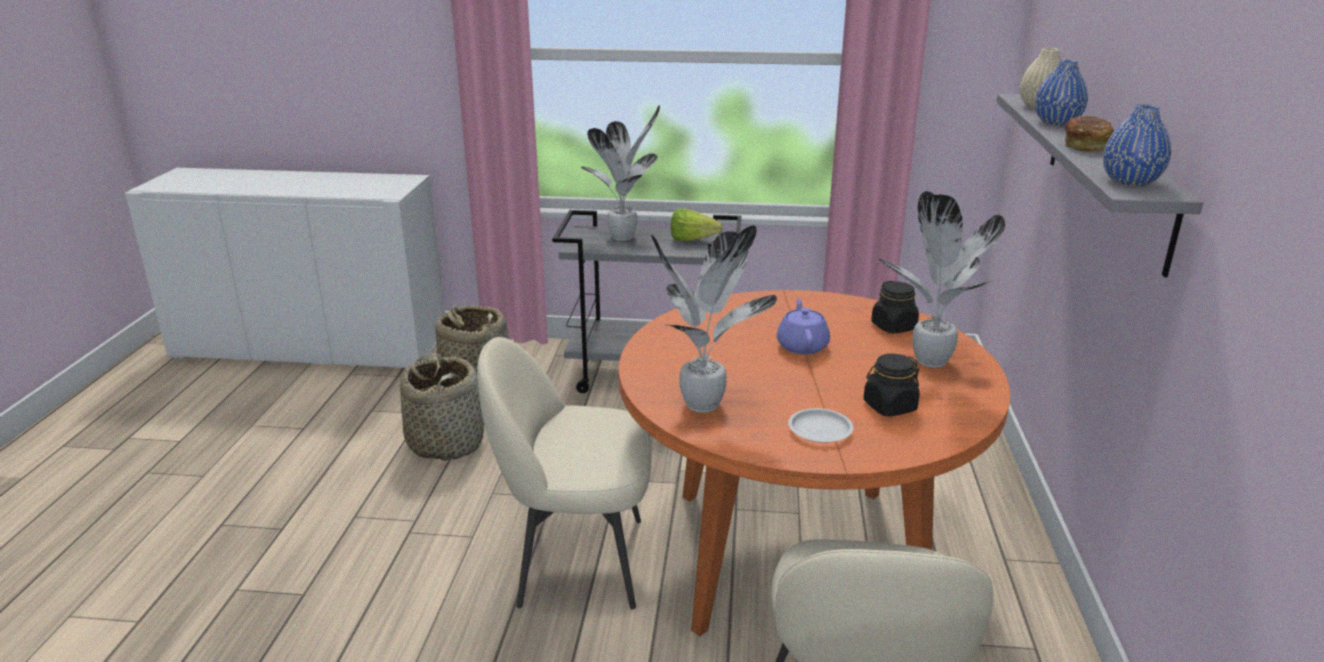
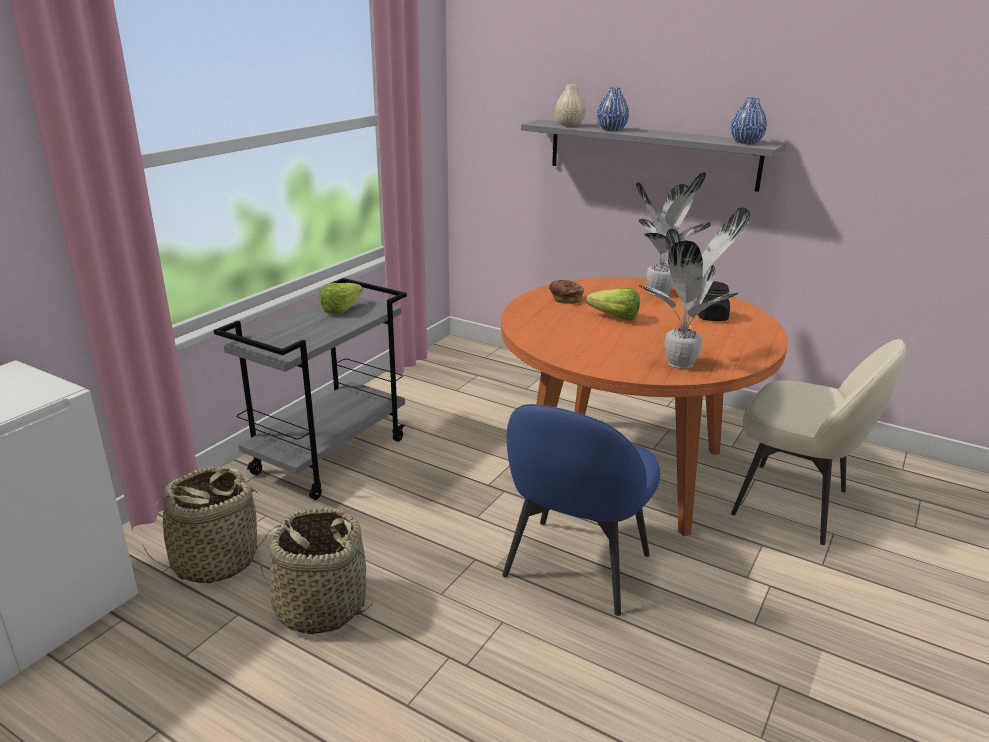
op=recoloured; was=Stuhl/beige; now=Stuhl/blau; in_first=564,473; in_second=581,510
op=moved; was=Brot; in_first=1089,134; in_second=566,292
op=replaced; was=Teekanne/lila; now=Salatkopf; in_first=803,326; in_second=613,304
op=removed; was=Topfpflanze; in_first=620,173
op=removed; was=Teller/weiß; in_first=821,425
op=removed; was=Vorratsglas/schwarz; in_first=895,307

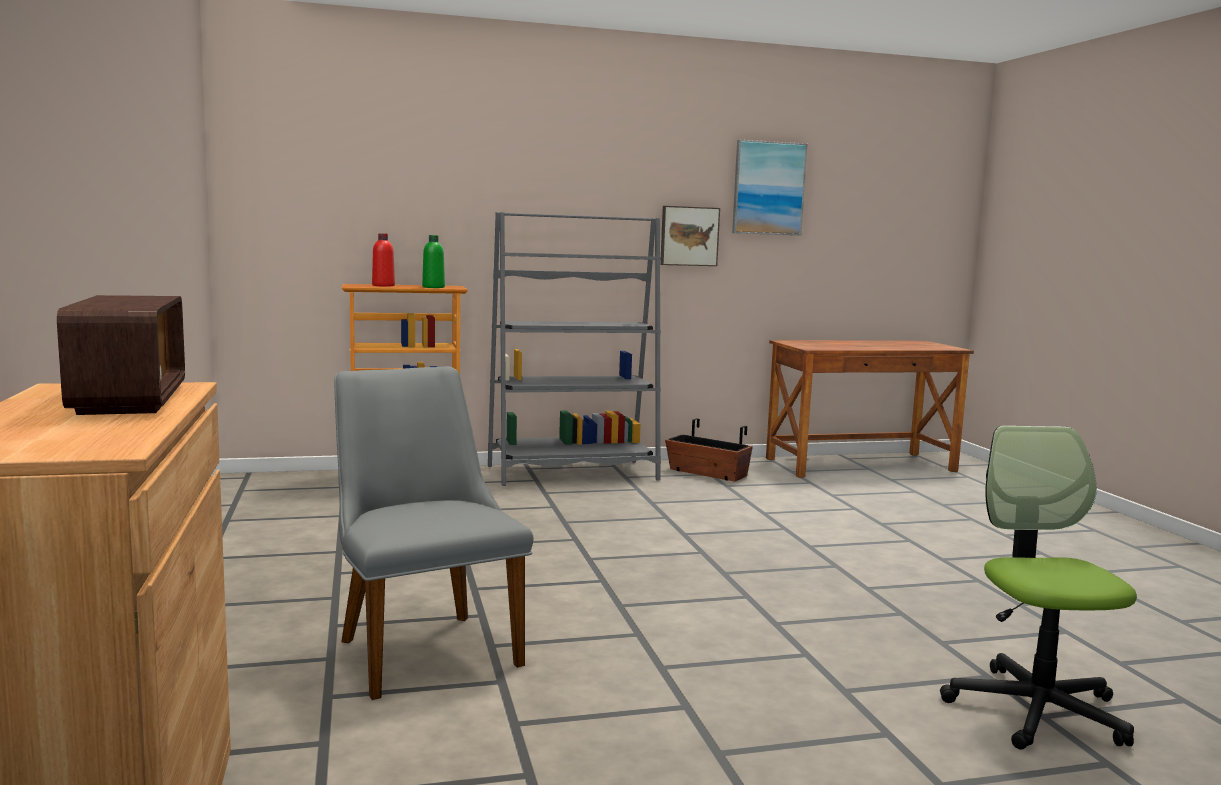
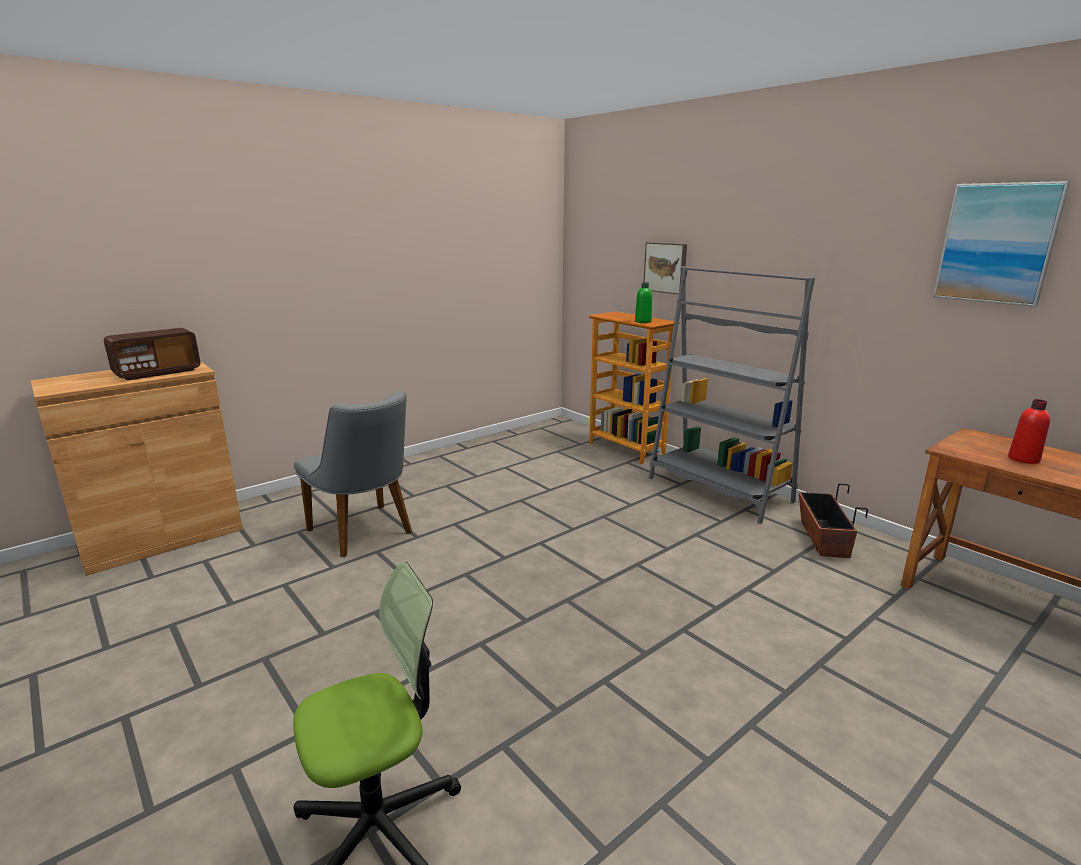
op=turned; was=Stuhl/grau; in_first=433,533; in_second=353,474; clockwise=105
op=moved; was=Bild; in_first=690,236; in_second=665,268
op=moved; was=Flasche/rot; in_first=383,260; in_second=1029,431

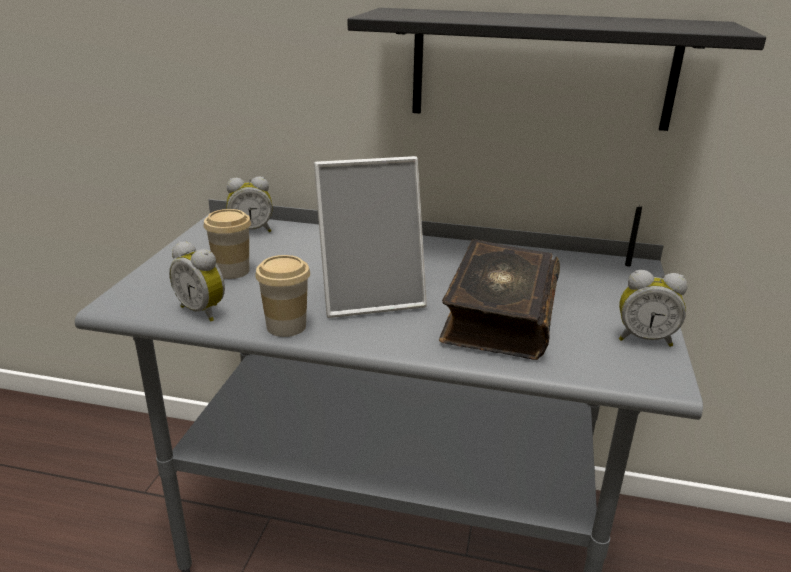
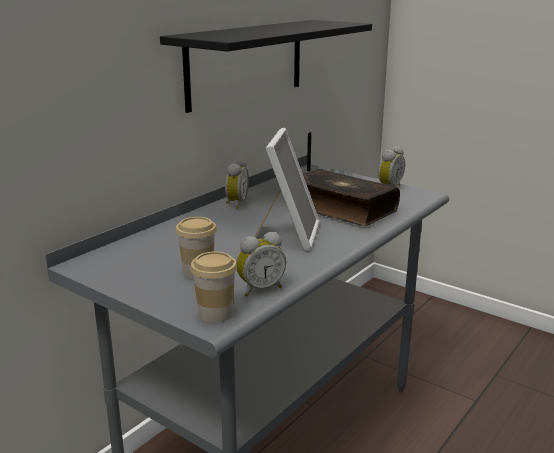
op=moved; was=Tasse; in_first=282,296; in_second=213,287
op=moved; was=Wecker; in_first=250,204; in_second=237,183

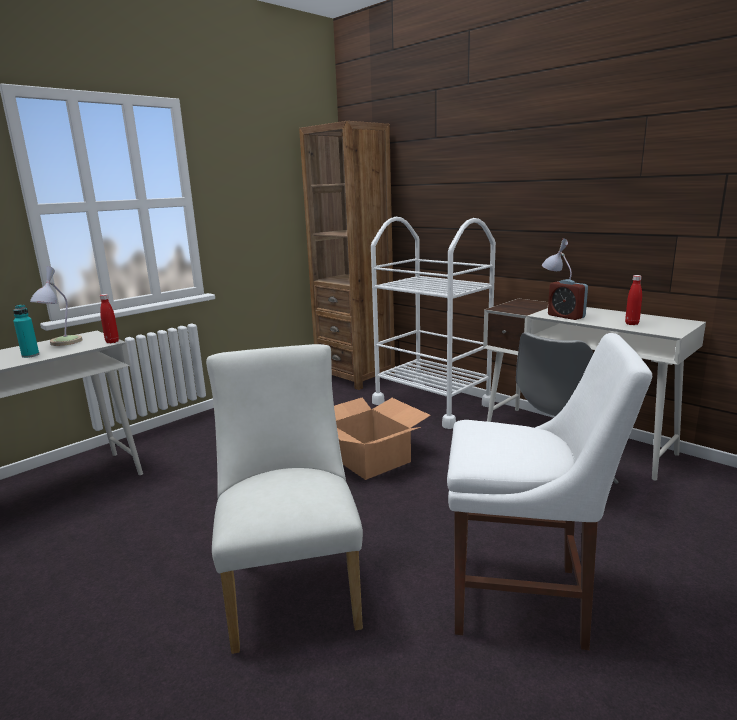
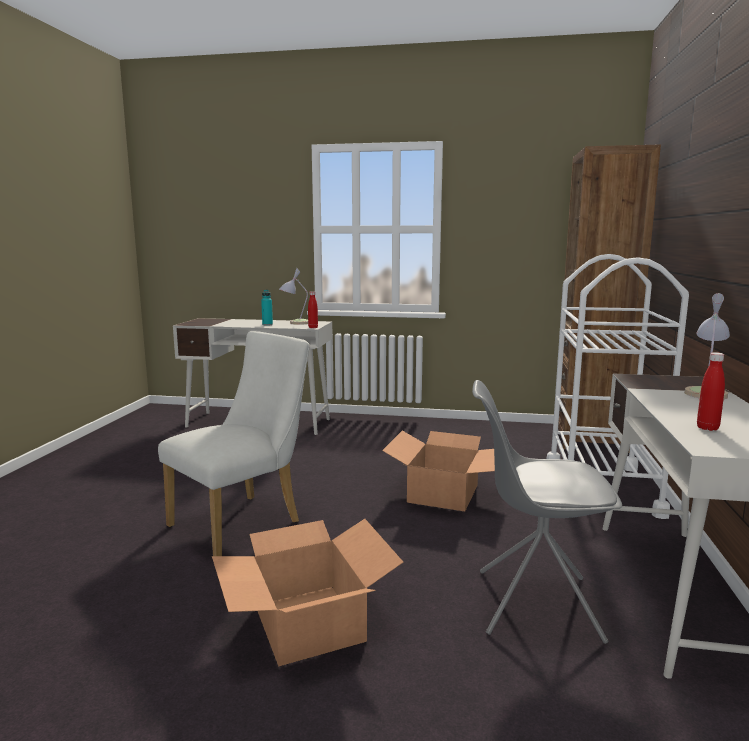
op=replaced; was=Stuhl/weiß; now=Karton; in_first=549,491; in_second=307,593
op=removed; was=Wecker; in_first=568,299

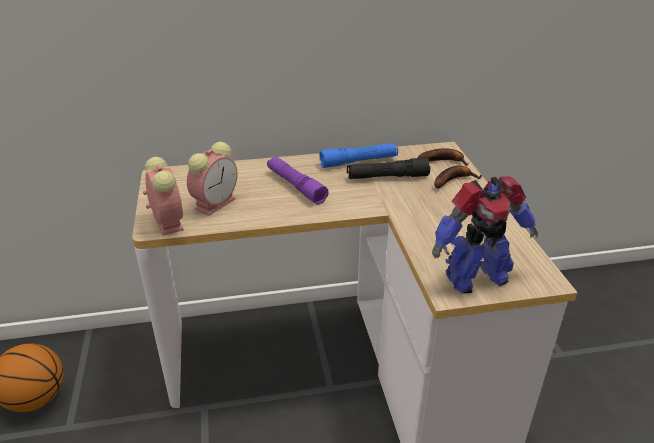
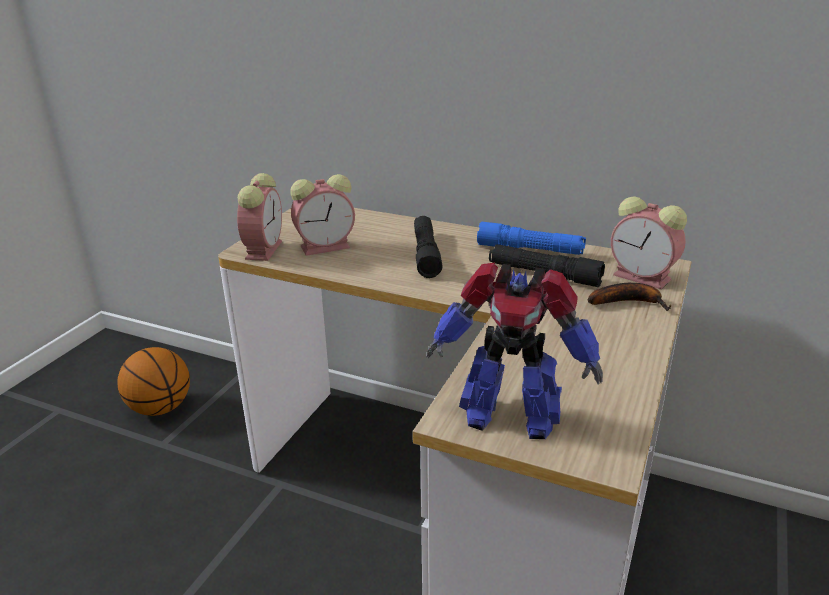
op=recoloured; was=Taschenlampe/lila; now=Taschenlampe/schwarz; in_first=298,180; in_second=428,247
op=replaced; was=Banane; now=Wecker; in_first=443,157; in_second=649,242

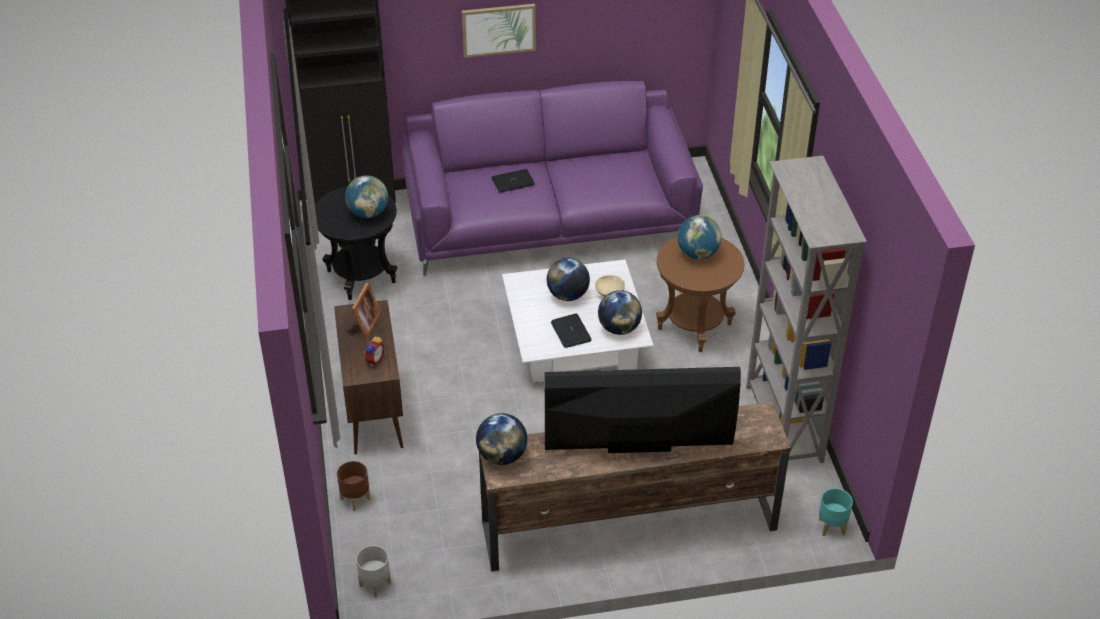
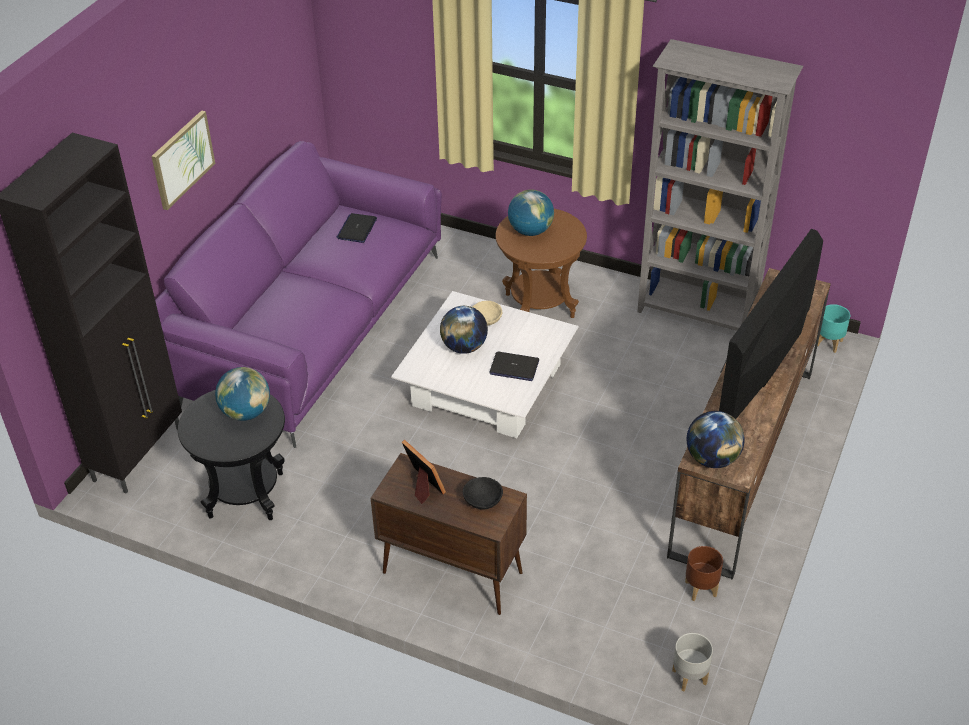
op=moved; was=Laptop; in_first=513,181; in_second=356,228
op=replaced; was=Wecker; now=Schüssel/schwarz; in_first=374,351; in_second=483,493
op=moved; was=Pflanzkübel/braun; in_first=354,486; in_second=704,573
op=removed; was=Globus; in_first=620,312

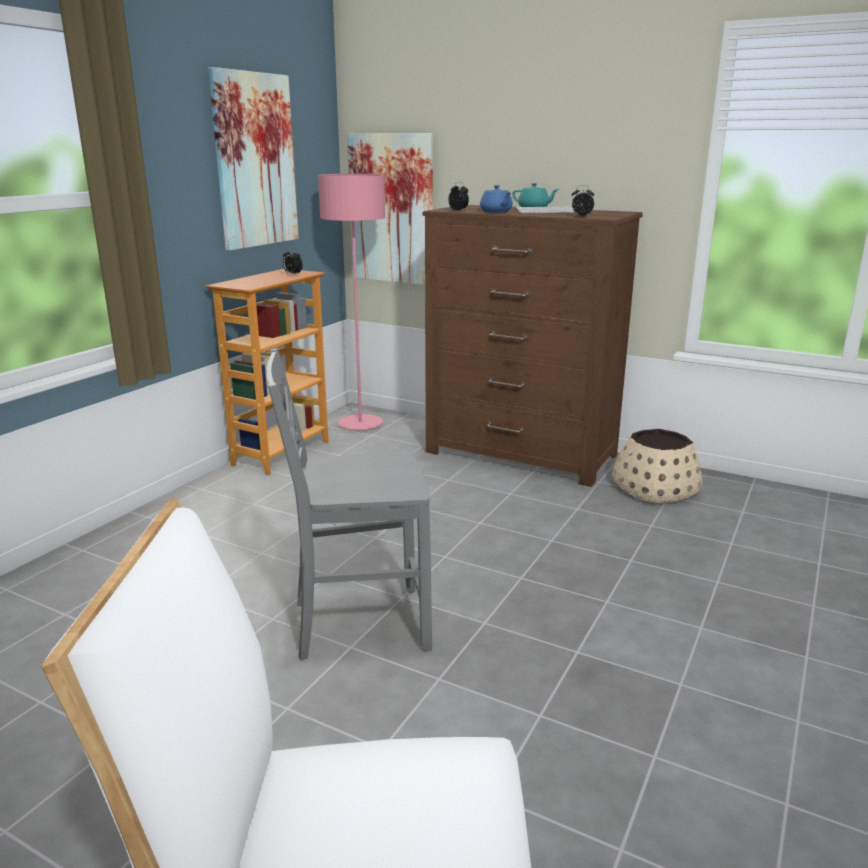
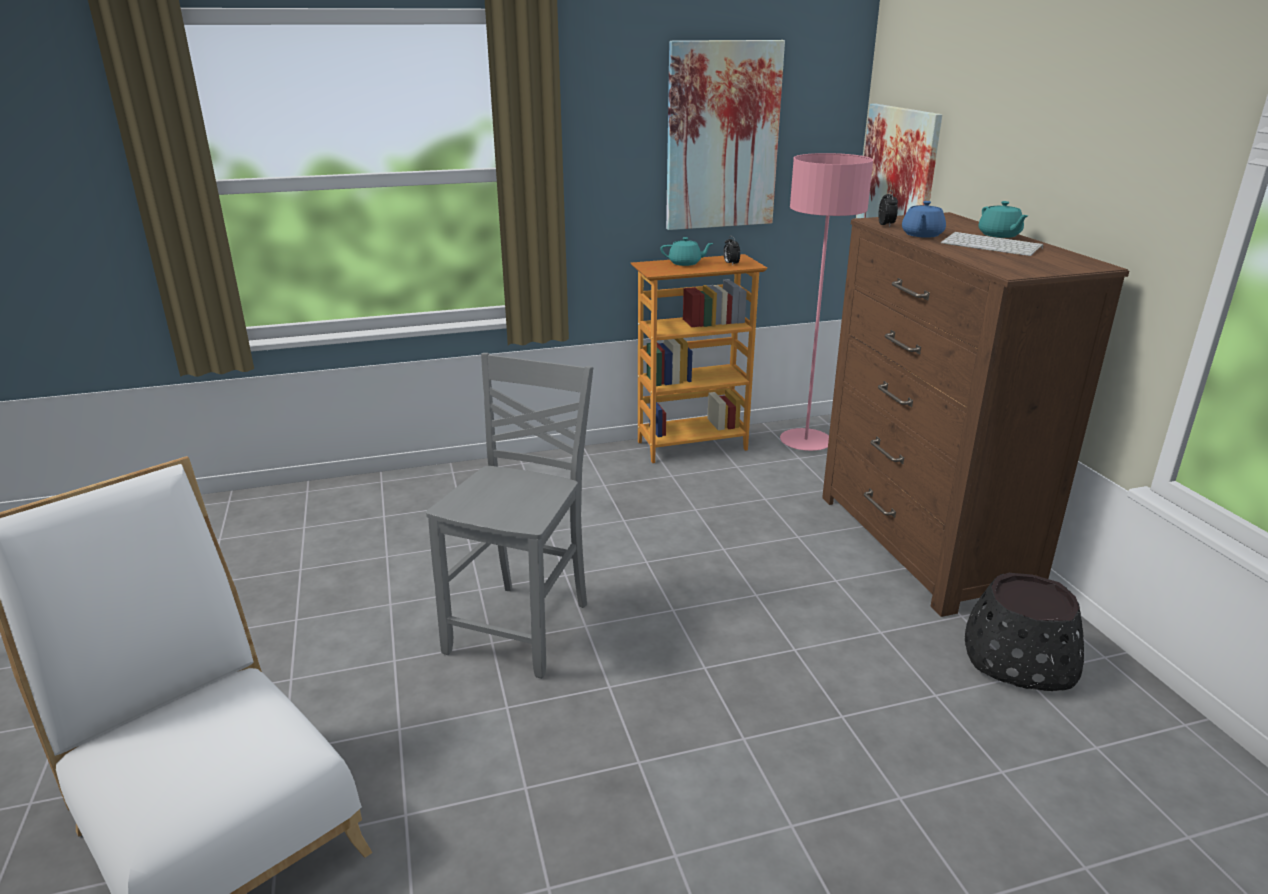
op=turned; was=Stuhl/grau; in_first=349,504; in_second=509,516; clockwise=75
op=added; now=Teekanne/türkis; in_second=687,251
op=recoloured; was=Pflanzkübel/beige; now=Pflanzkübel/schwarz; in_first=657,466; in_second=1024,632
op=removed; was=Wecker; in_first=582,200

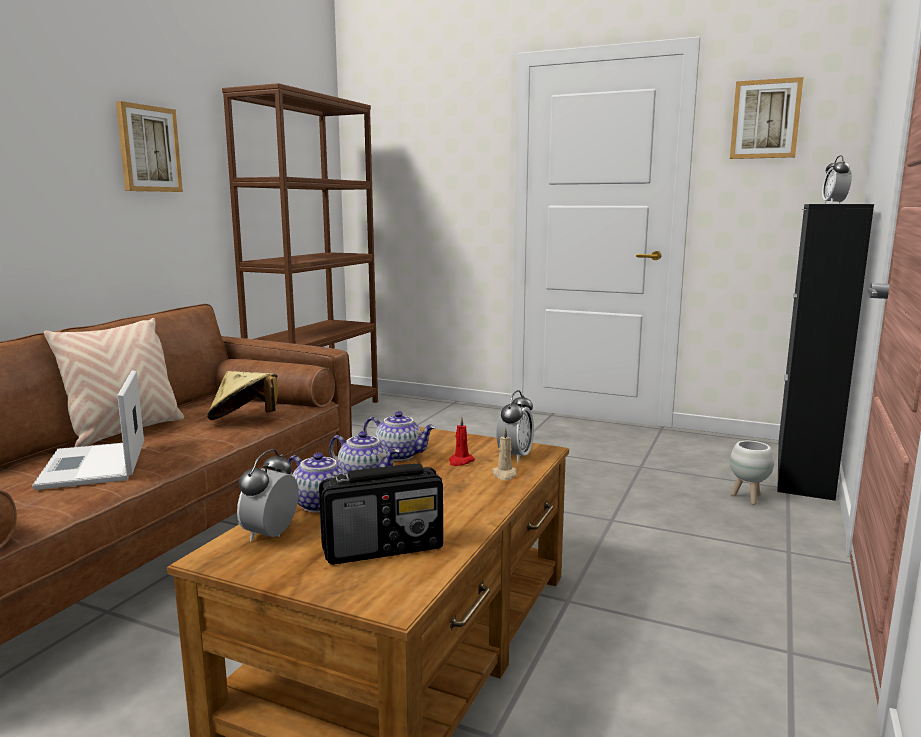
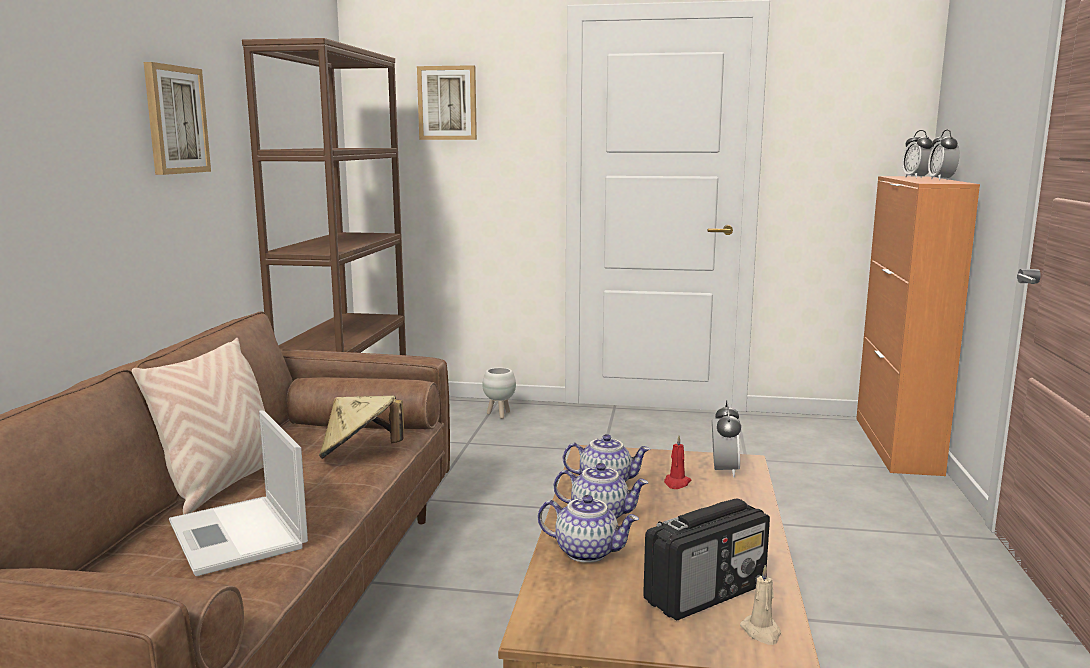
op=moved; was=Bild; in_first=766,118; in_second=447,102
op=moved; was=Pflanzkübel/weiß; in_first=752,473; in_second=499,393
op=moved; was=Kerze/beige; in_first=504,453; in_second=760,605
op=recoloured; was=Schrank/schwarz; now=Schrank/orange; in_first=825,352; in_second=918,326
op=moved; was=Wecker; in_first=268,495; in_second=944,154

